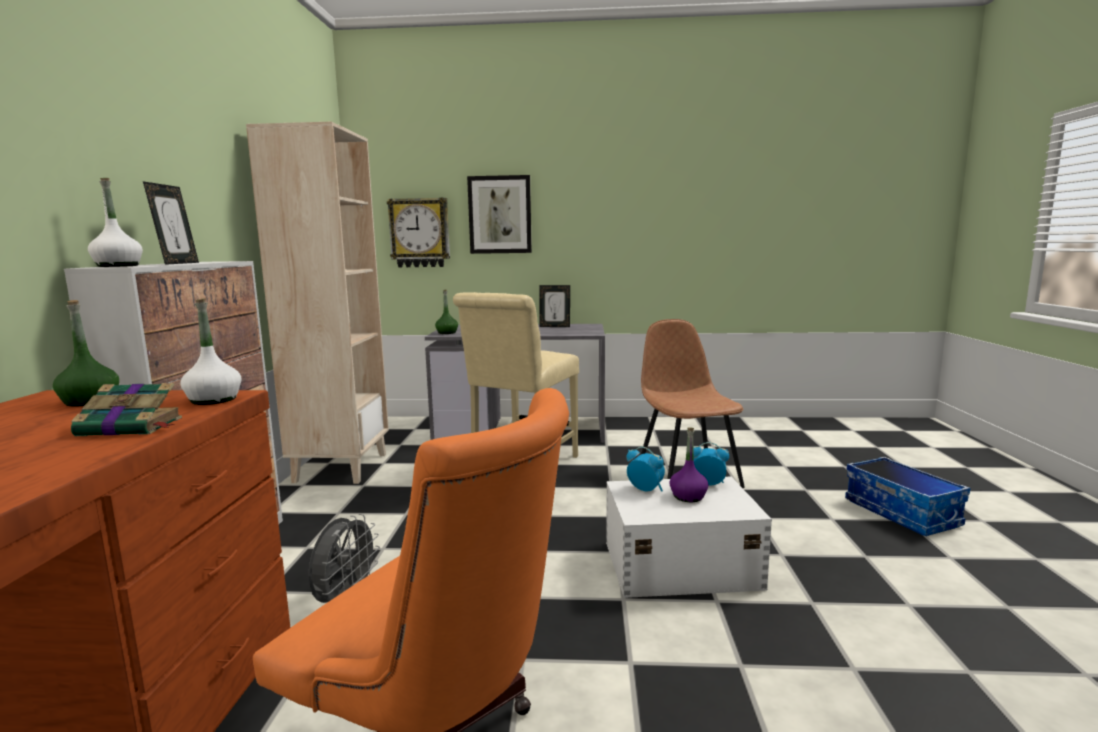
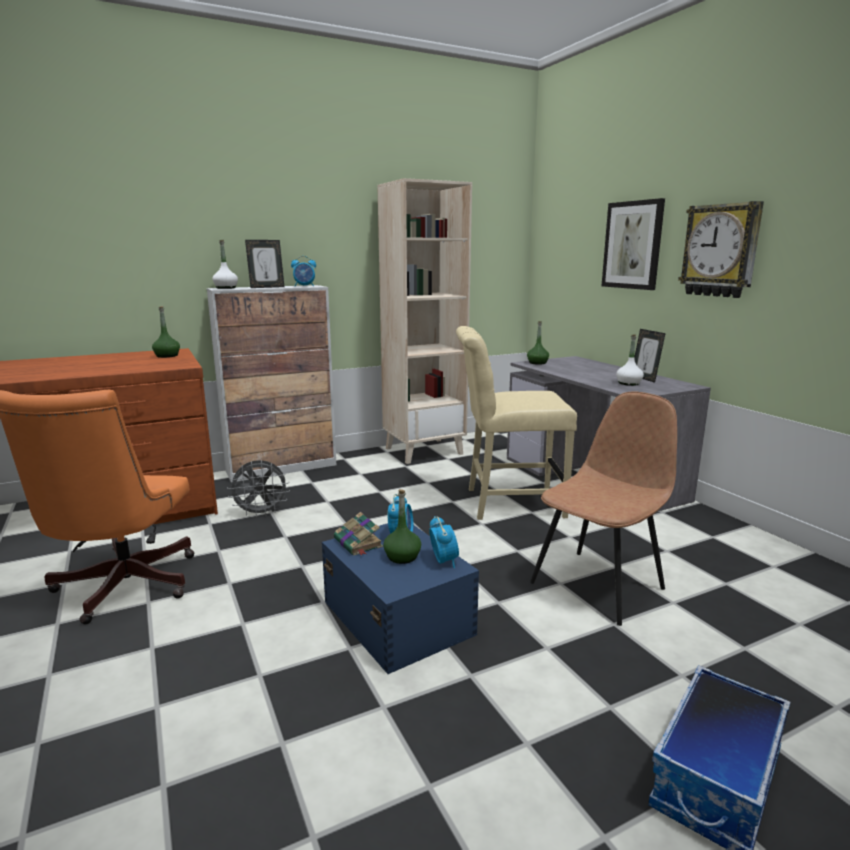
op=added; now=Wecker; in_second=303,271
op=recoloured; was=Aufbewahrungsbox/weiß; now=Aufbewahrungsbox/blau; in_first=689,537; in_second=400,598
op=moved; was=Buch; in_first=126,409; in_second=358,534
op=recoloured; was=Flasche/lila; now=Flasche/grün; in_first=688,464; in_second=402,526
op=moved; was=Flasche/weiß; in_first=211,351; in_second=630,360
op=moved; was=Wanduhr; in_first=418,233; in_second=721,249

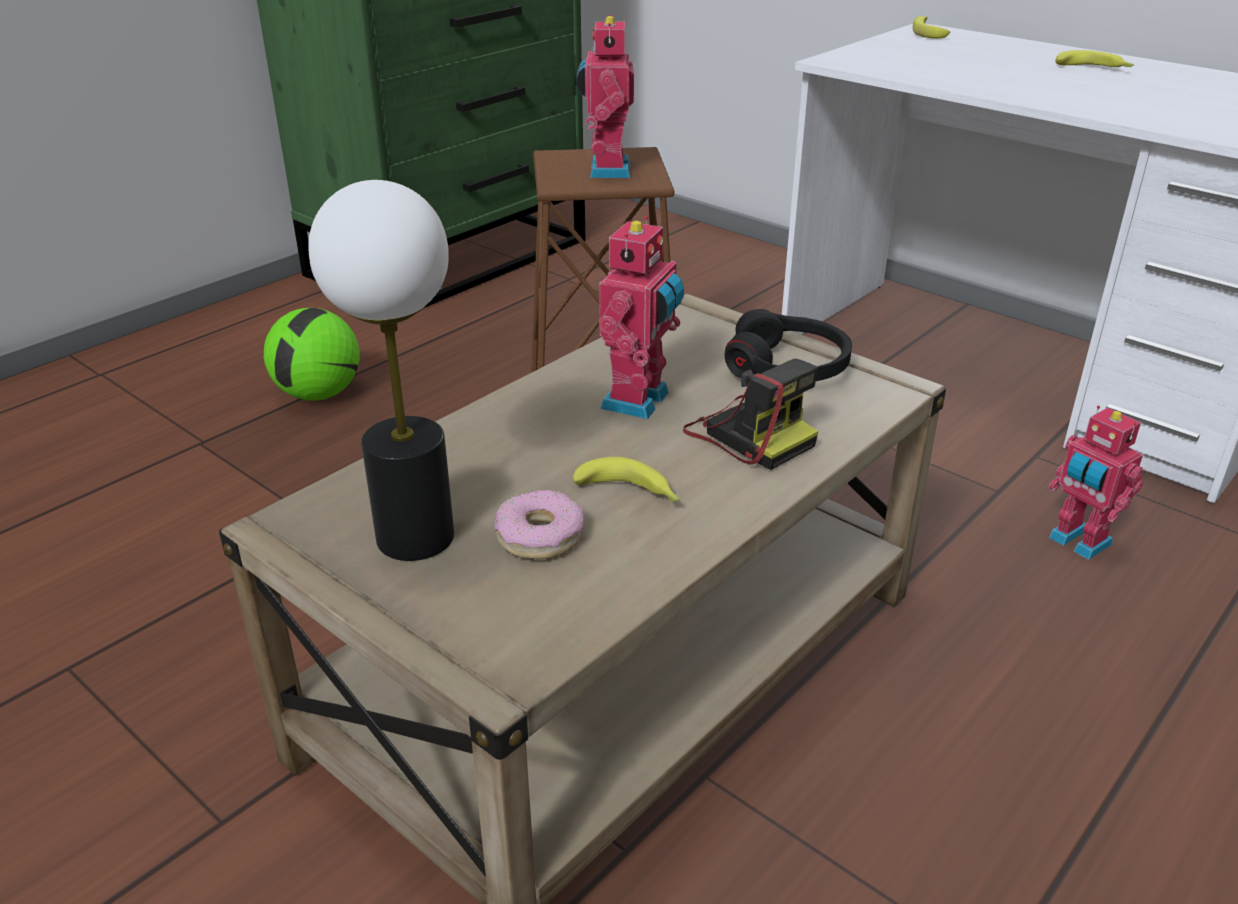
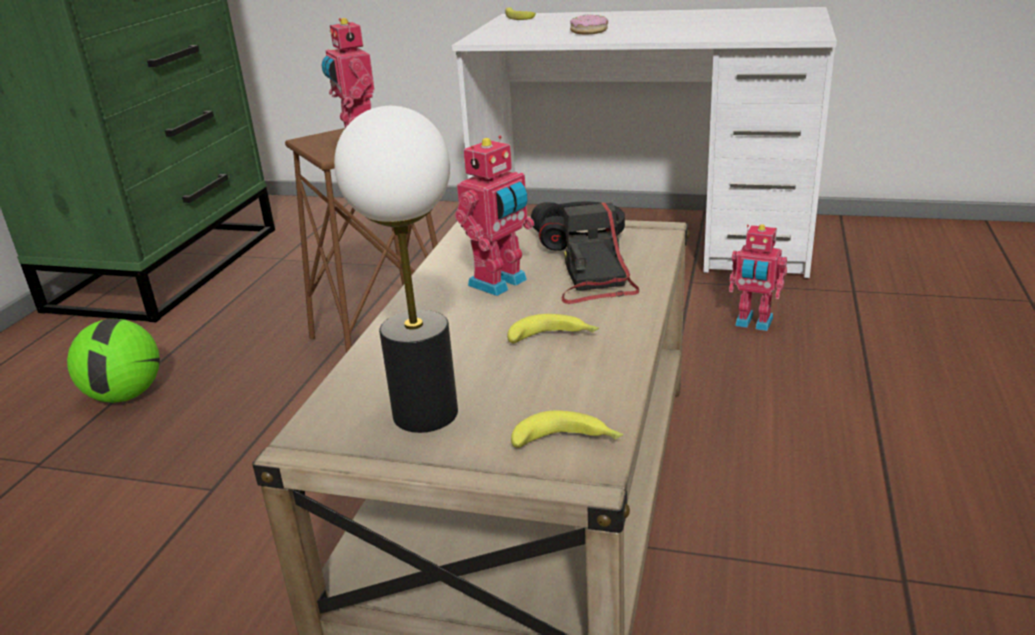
op=turned; was=Spielzeugroboter; in_first=641,317; in_second=494,215; clockwise=45
op=moved; was=Banane; in_first=1094,59; in_second=567,429
op=turned; was=Kamera; in_first=750,414; in_second=600,253; clockwise=-120
op=moved; was=Donut; in_first=539,524; in_second=589,24

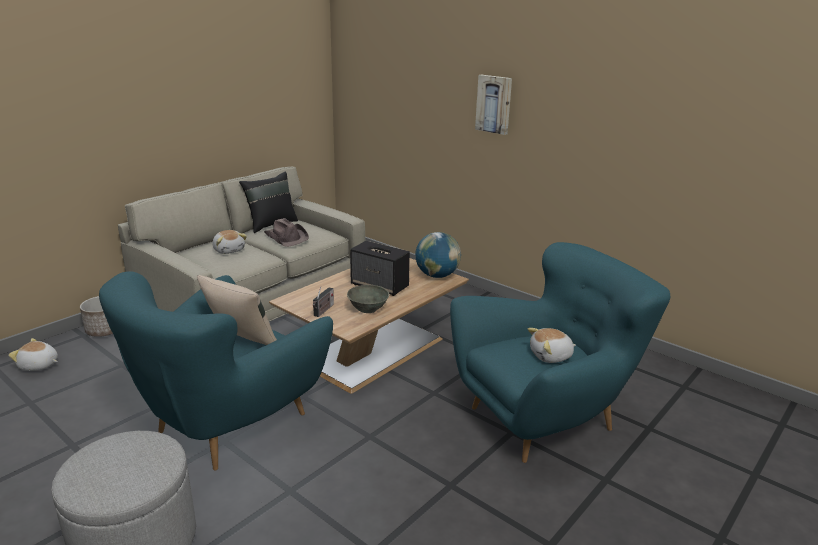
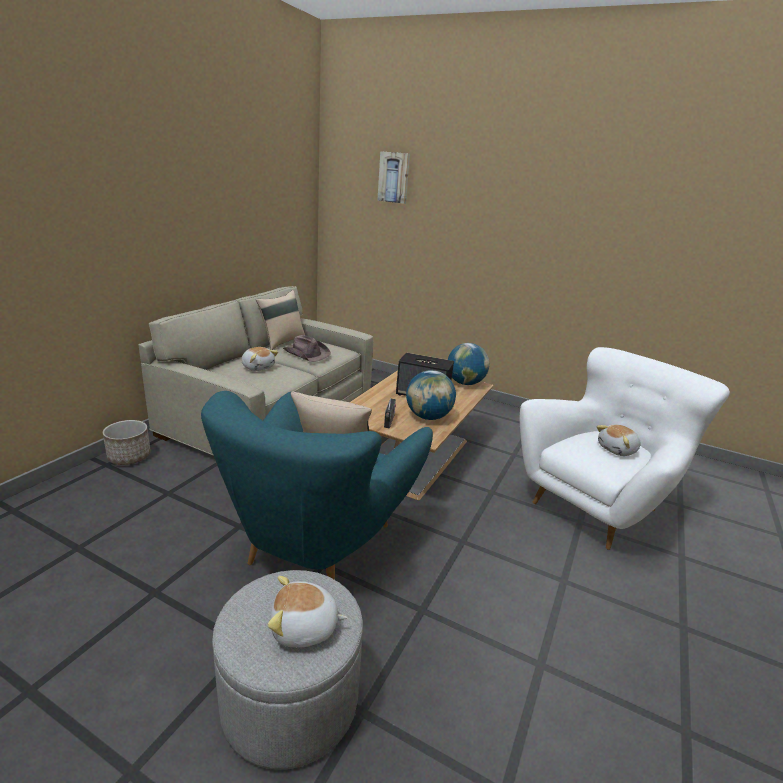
op=recoloured; was=Kissen/schwarz; now=Kissen/beige; in_first=268,202; in_second=280,320
op=moved; was=Plüschtier; in_first=33,354; in_second=307,611
op=moved; was=Bild; in_first=493,105; in_second=393,177
op=replaced; was=Schüssel/grau; now=Globus; in_first=368,299; in_second=431,395
op=recoloured; was=Sessel/türkis; now=Sessel/weiß; in_first=560,352; in_second=625,448

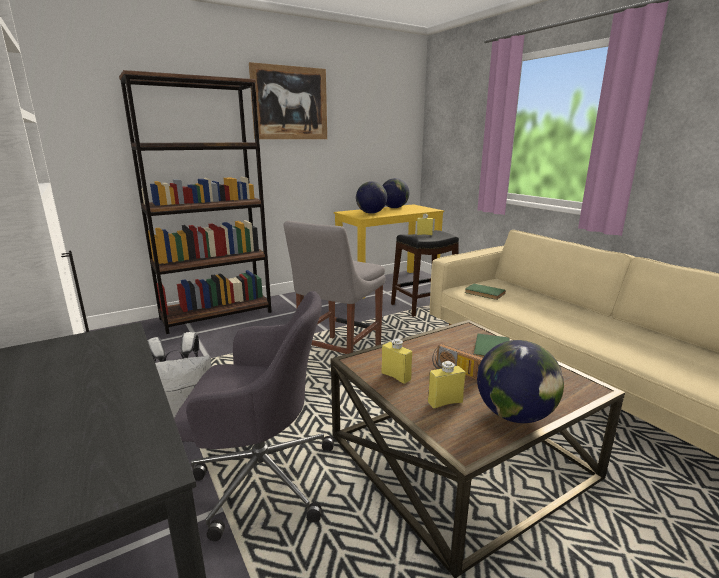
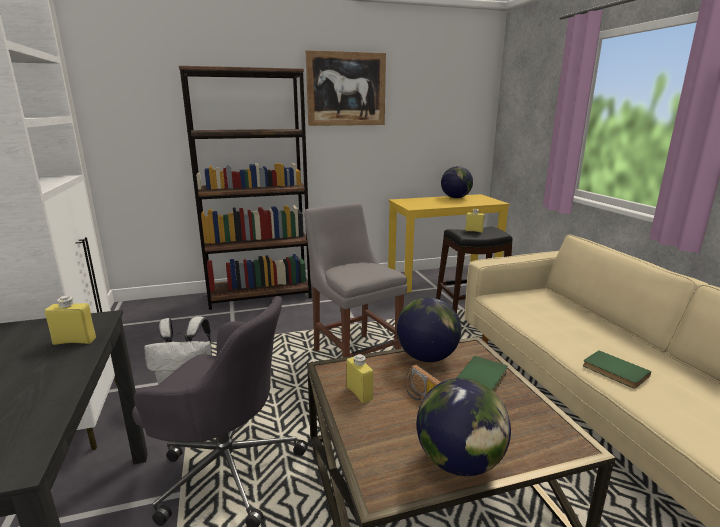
op=moved; was=Flasche/gelb; in_first=446,384; in_second=70,320
op=turned; was=Stuhl/grau; in_first=335,287; in_second=355,280; clockwise=105
op=moved; was=Globus; in_first=371,197; in_second=428,329
op=moved; was=Buch/grün; in_first=485,292; in_second=617,369

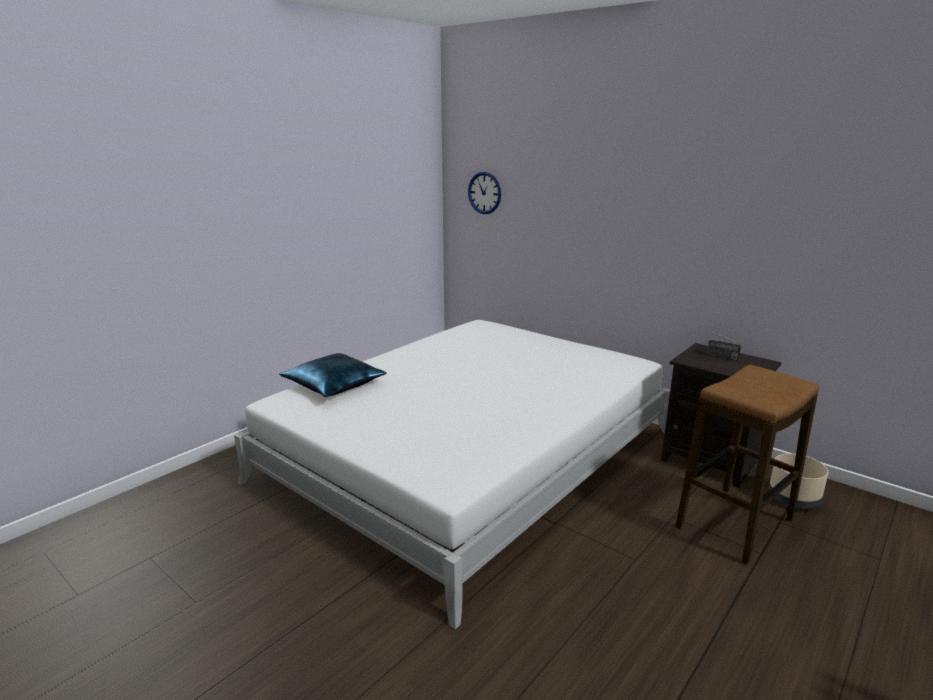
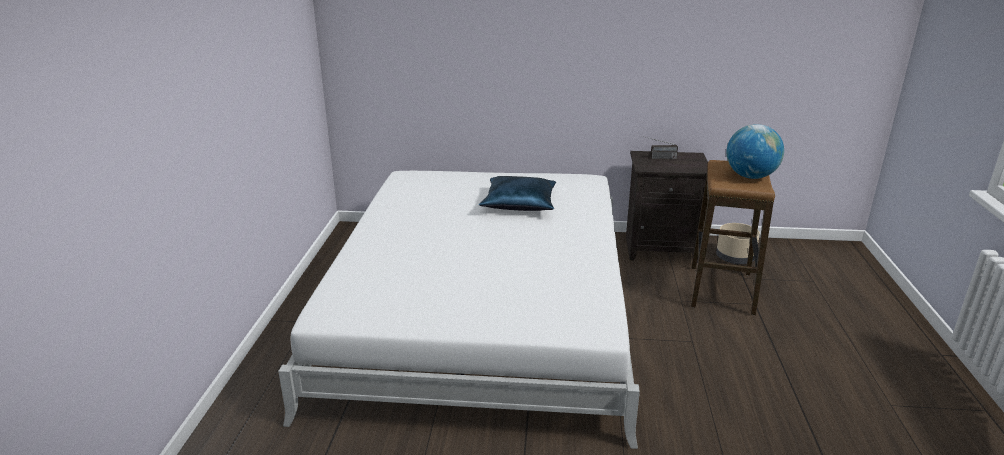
op=moved; was=Kissen/blau; in_first=332,375; in_second=517,193
op=added; now=Globus; in_second=755,151
op=removed; was=Wanduhr; in_first=484,193

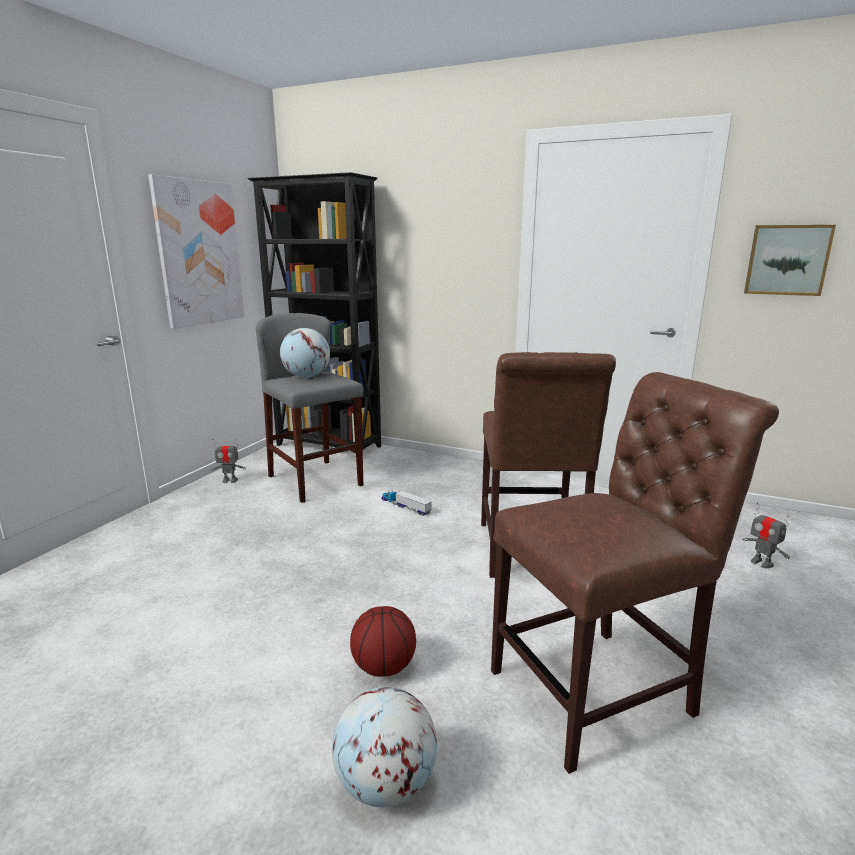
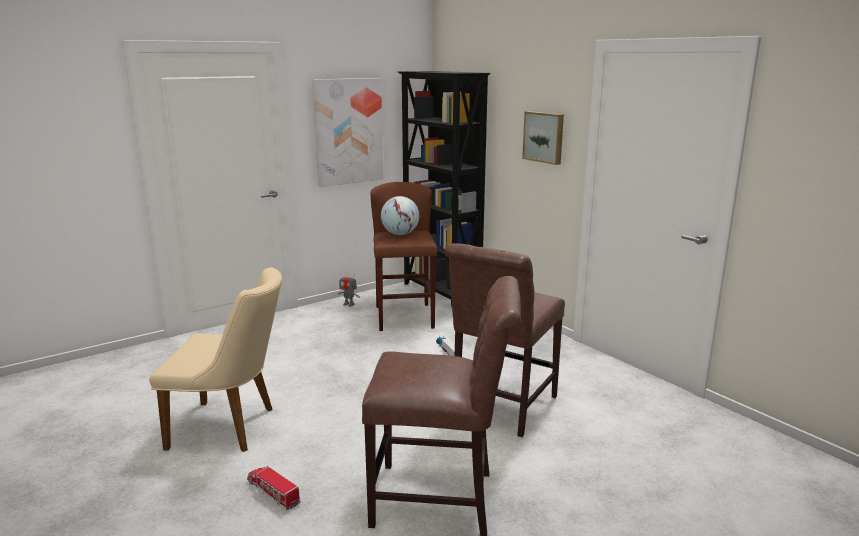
op=added; now=Stuhl/beige; in_second=215,359
op=replaced; was=Globus; now=Spielzeuglaster; in_first=384,747; in_second=274,488
op=recoloured; was=Hocker/grau; now=Hocker/braun; in_first=309,408; in_second=403,256
op=moved; was=Bild; in_first=790,260; in_second=543,138
op=removed; was=Basketball; in_first=383,641
op=removed; was=Spielzeugroboter; in_first=766,536

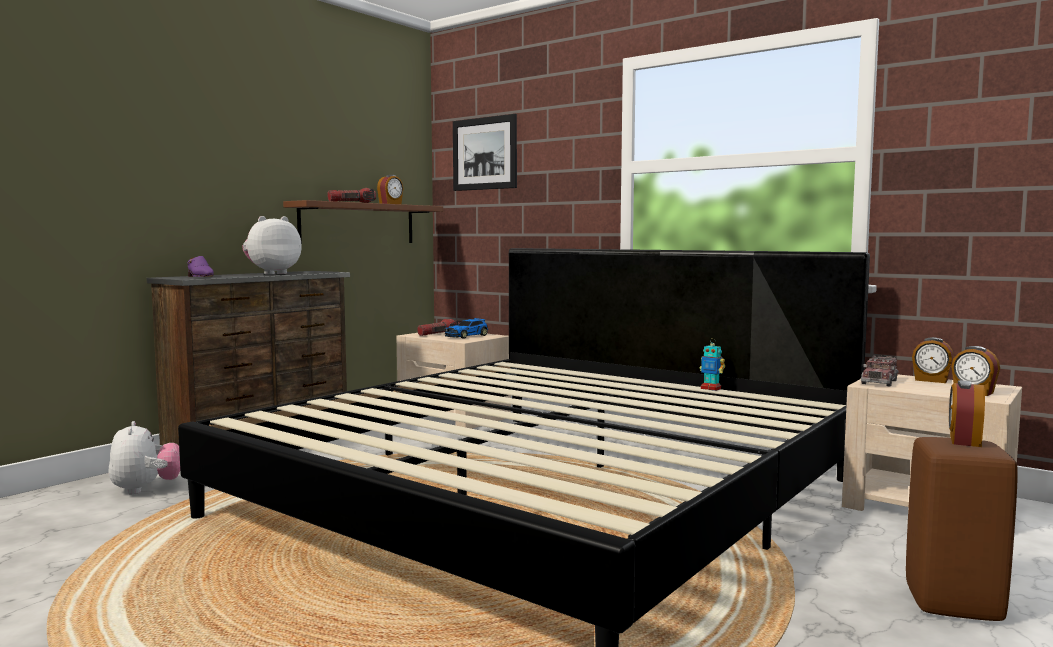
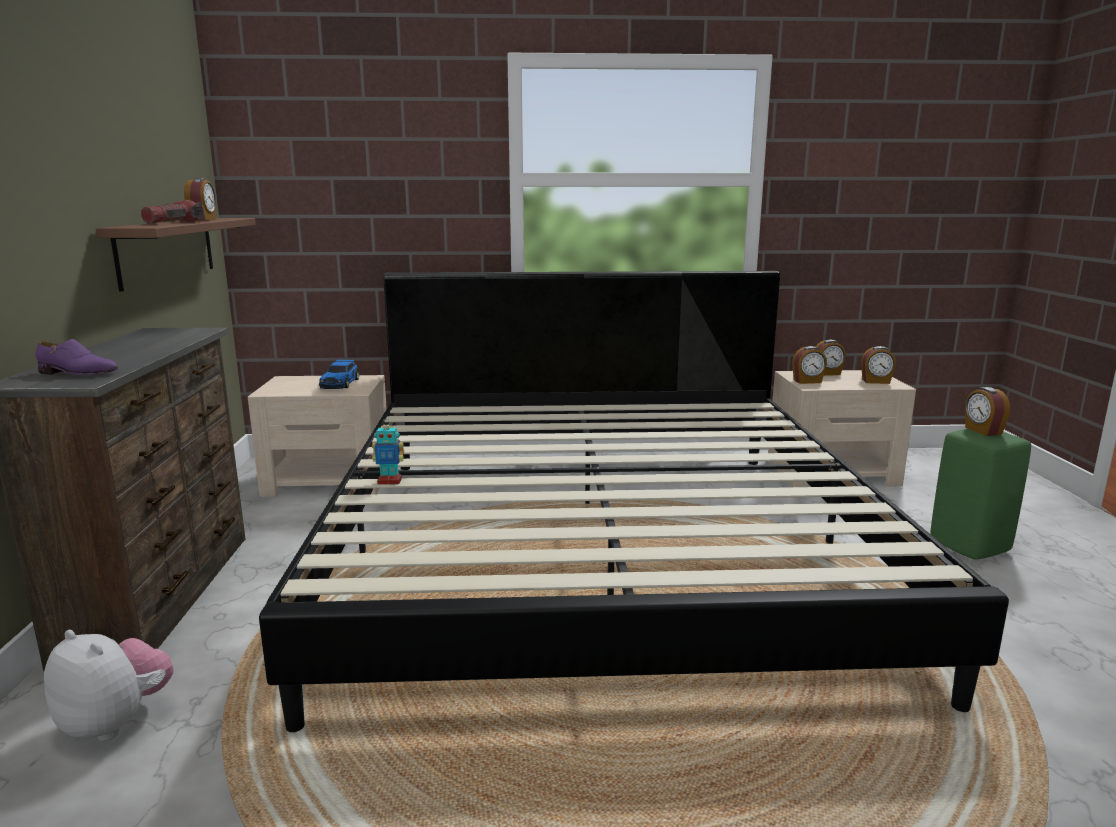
op=moved; was=Spielzeugroboter; in_first=712,364; in_second=388,452
op=replaced; was=Spielzeuglaster; now=Wecker; in_first=880,371; in_second=809,365
op=recoloured; was=Hocker/braun; now=Hocker/grün; in_first=962,529; in_second=980,494
op=removed; was=Plüschtier; in_first=271,245
op=removed; was=Taschenlampe; in_first=438,327
op=removed; was=Bild; in_first=485,152

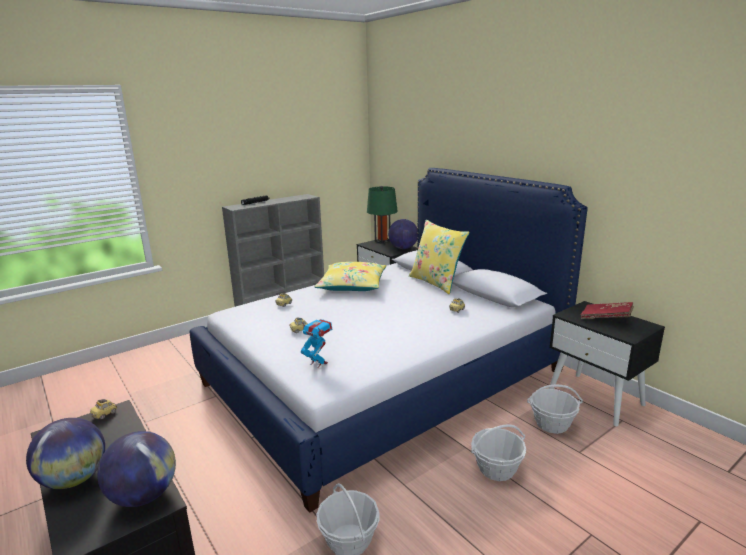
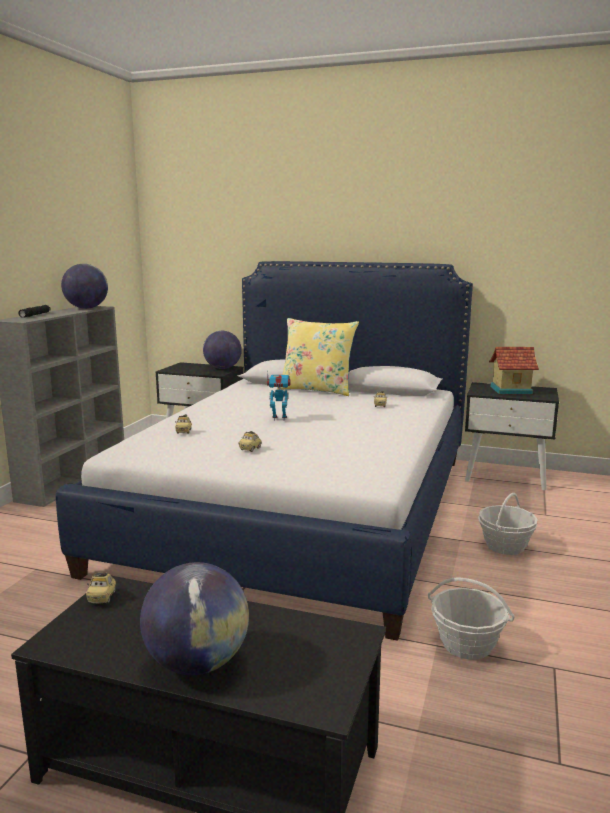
op=moved; was=Globus; in_first=136,469; in_second=84,286
op=moved; was=Spielzeugroboter; in_first=316,343; in_second=278,395
op=replaced; was=Buch/rot; now=Spielzeughaus; in_first=607,310; in_second=514,370
op=removed; was=Kissen/gelb; in_first=350,276
op=removed; was=Tischlampe/grün; in_first=382,215
op=removed; was=Korb; in_first=555,409

